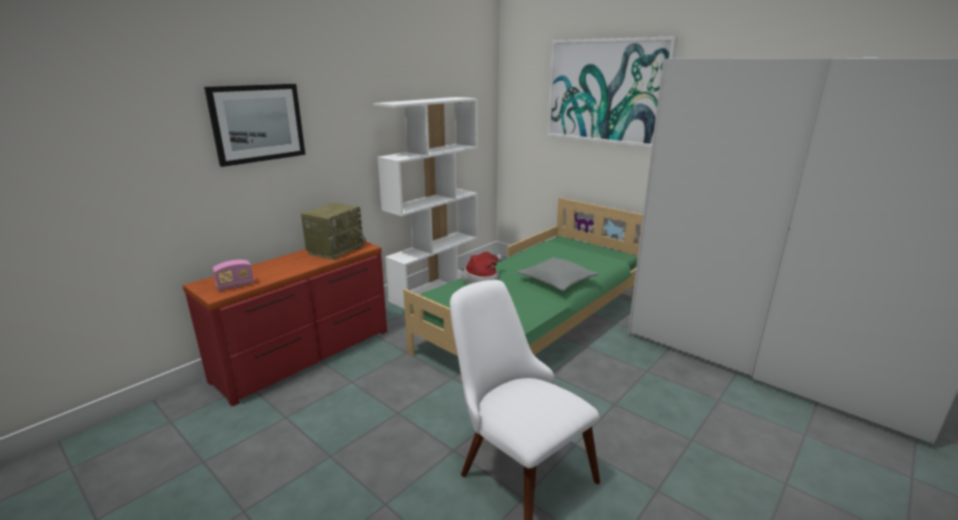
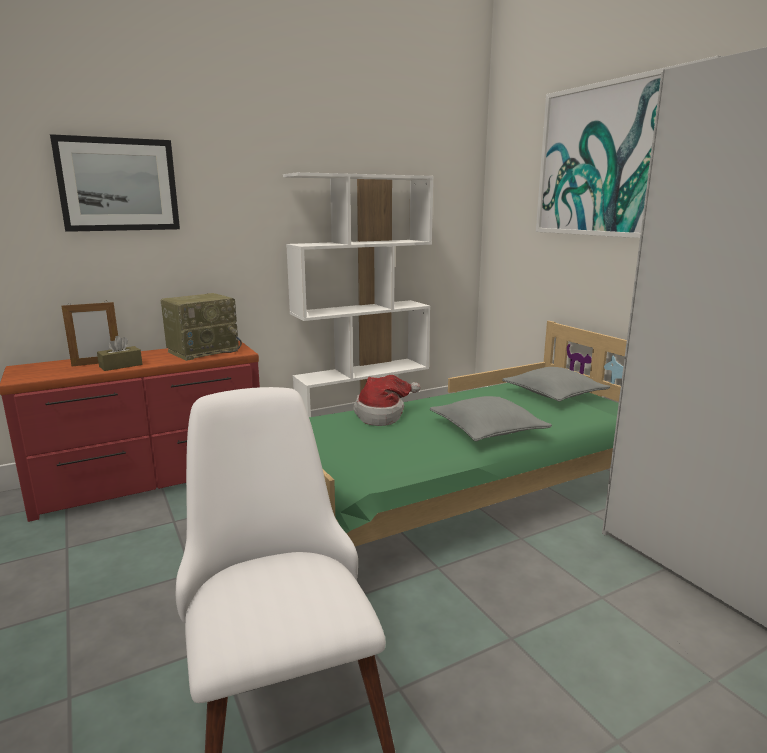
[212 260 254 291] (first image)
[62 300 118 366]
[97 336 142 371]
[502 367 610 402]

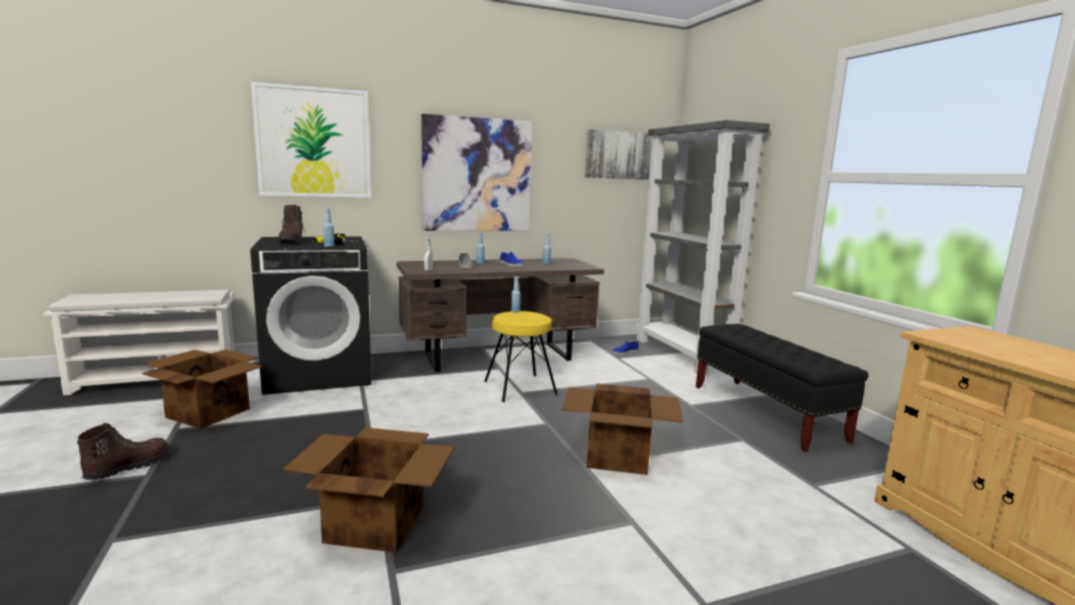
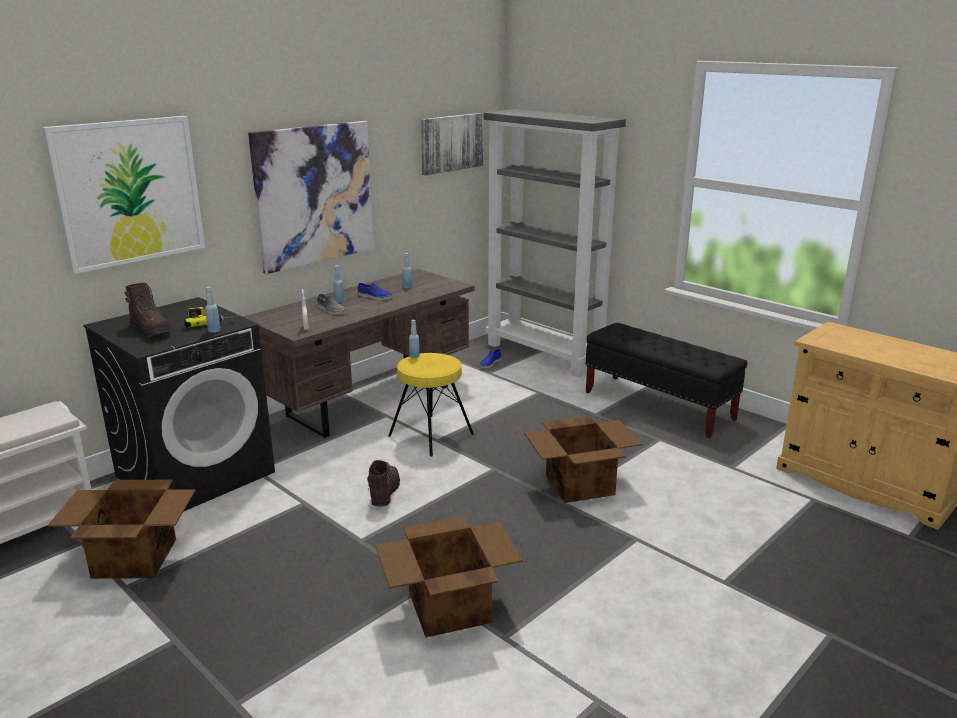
[367 460 400 506]

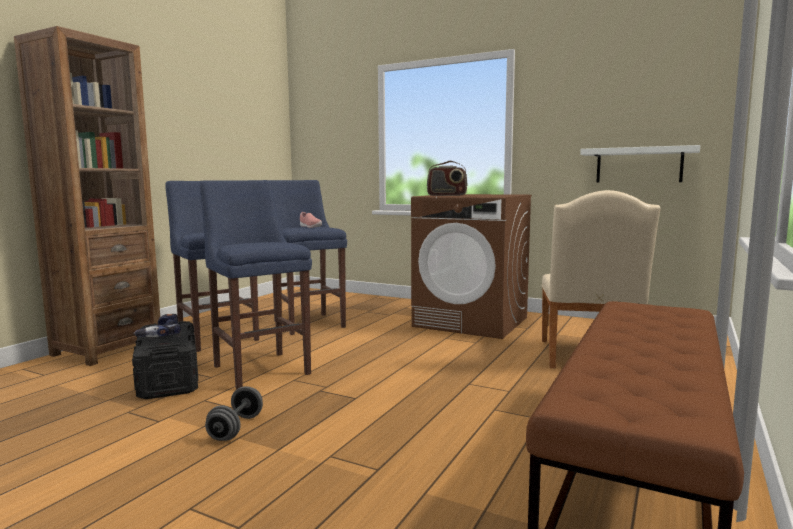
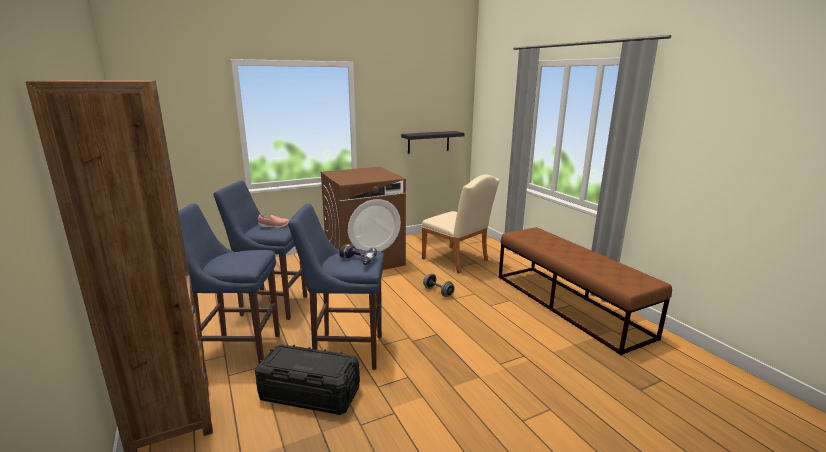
[427 161 468 196] (first image)
[339 244 377 265]
[423 274 455 297]
[401 131 465 154]

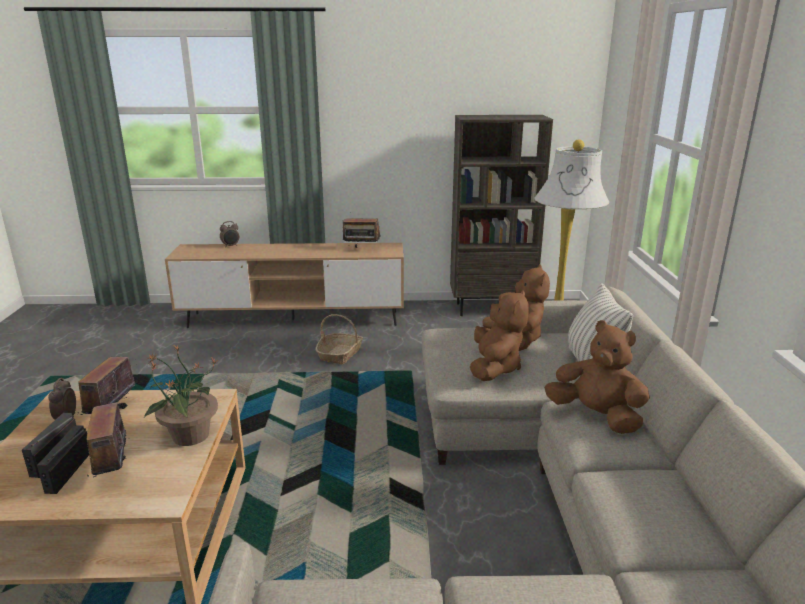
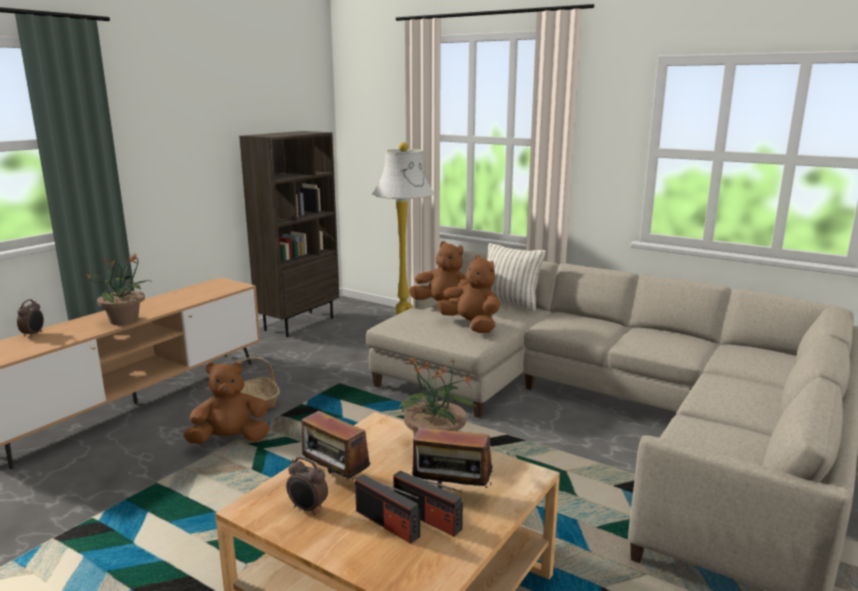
[343 218 381 248] (first image)
[86 253 150 325]
[183 362 270 444]

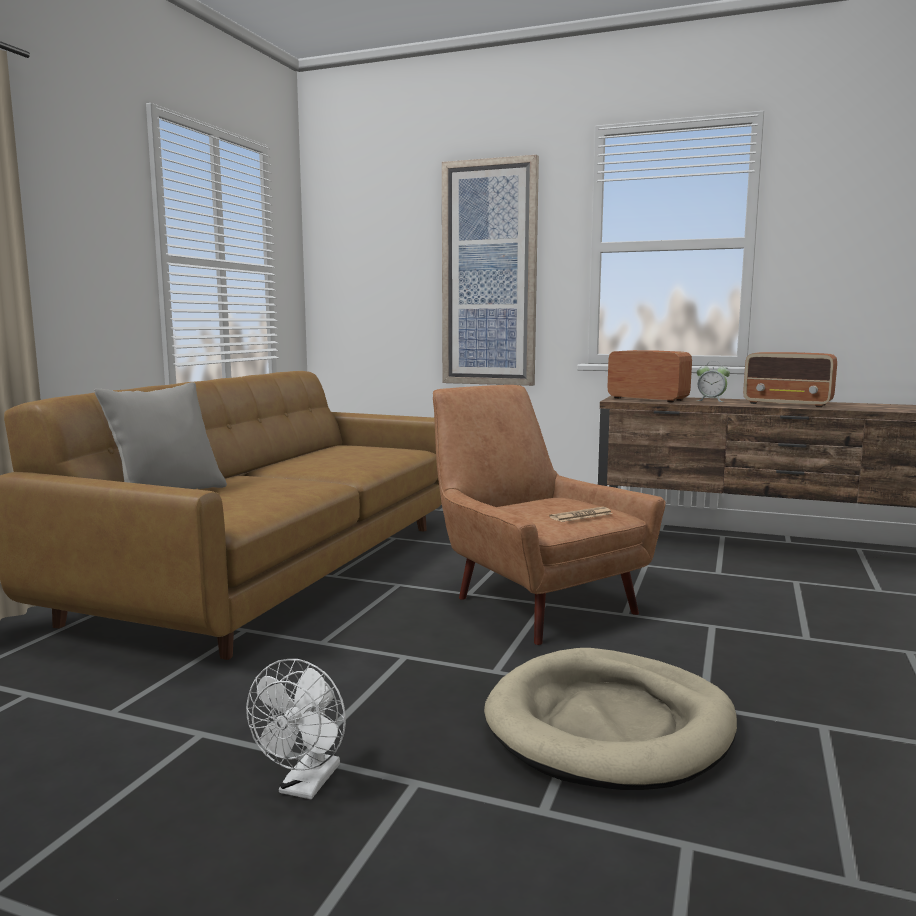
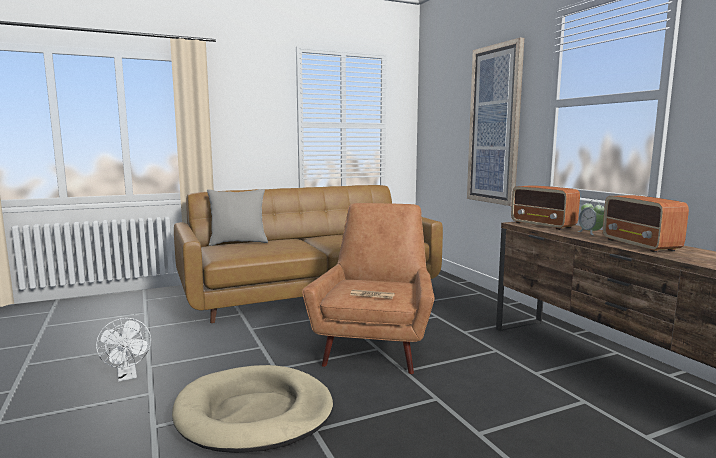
[96 318 151 381]
[511 185 580 230]

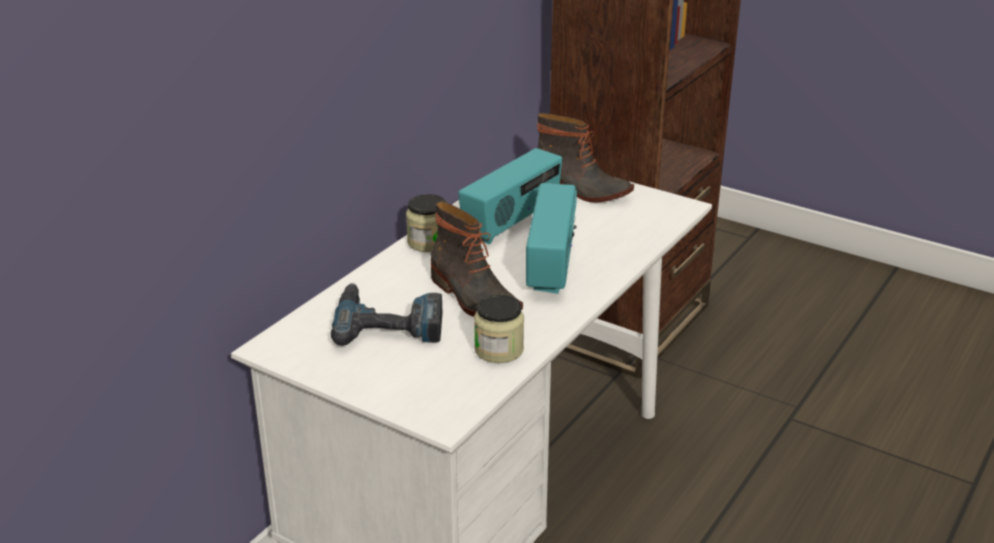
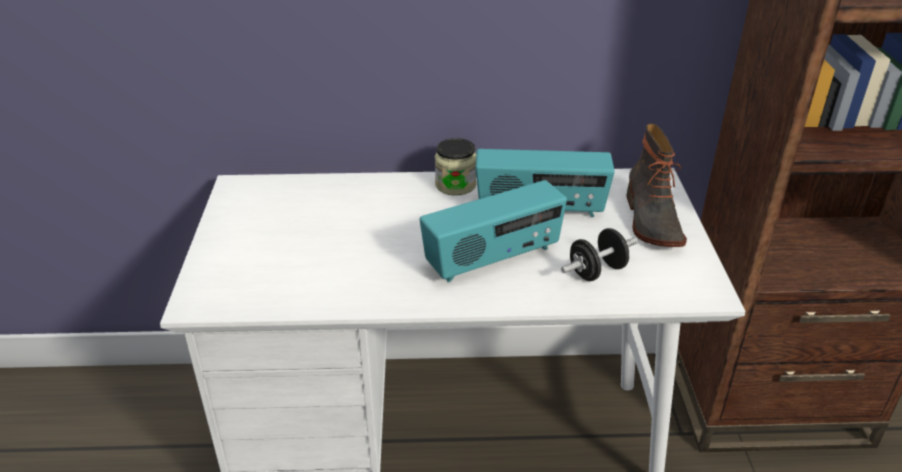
[331 283 443 346] (first image)
[430 202 523 317] (first image)
[474 294 524 363] (first image)
[561 228 637 281]

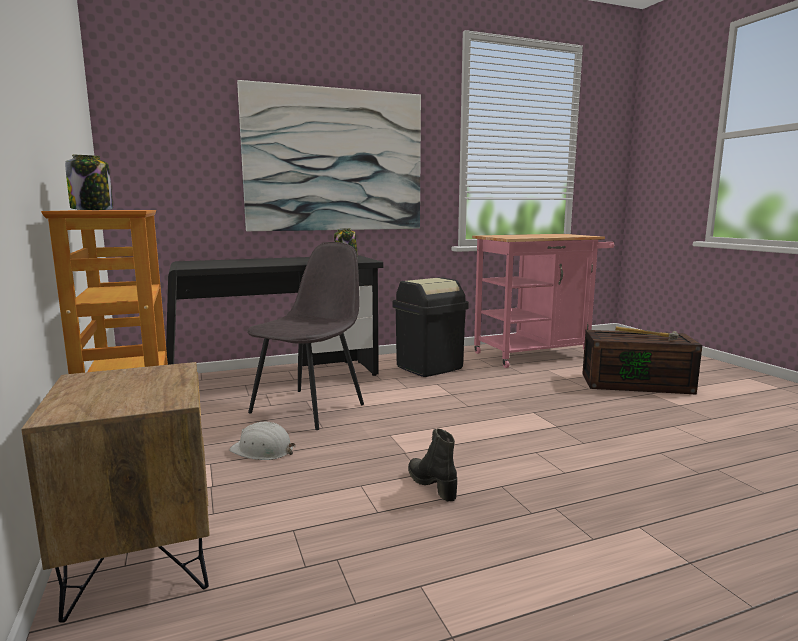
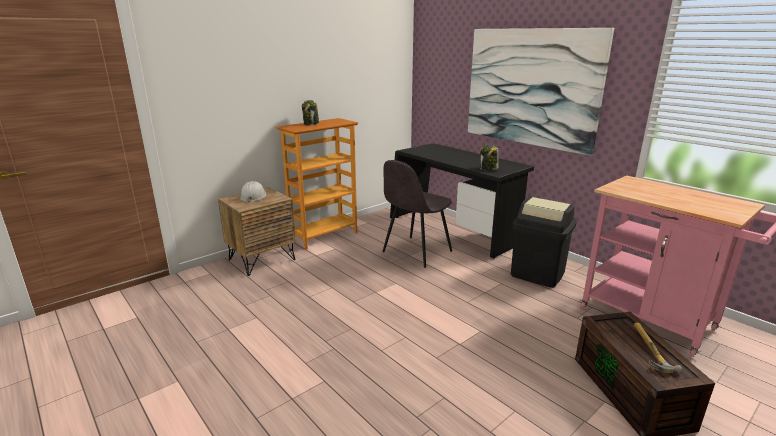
[408 428 457 501] (first image)
[240 181 266 203]
[382 160 452 268]

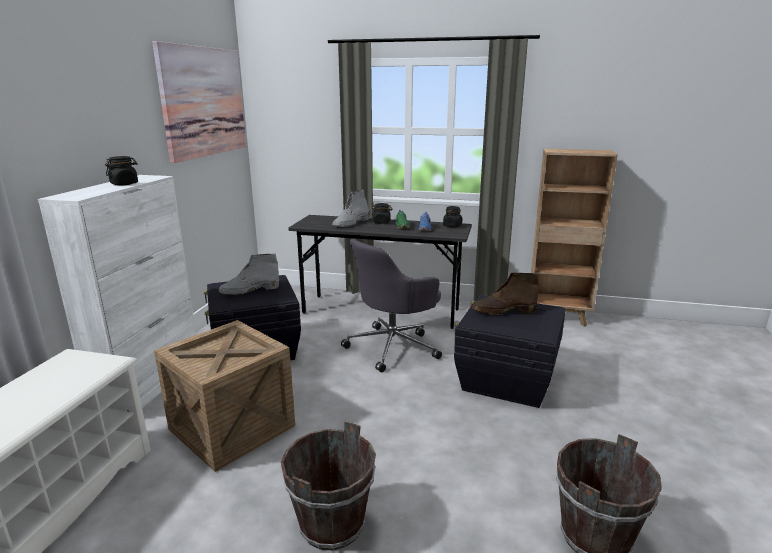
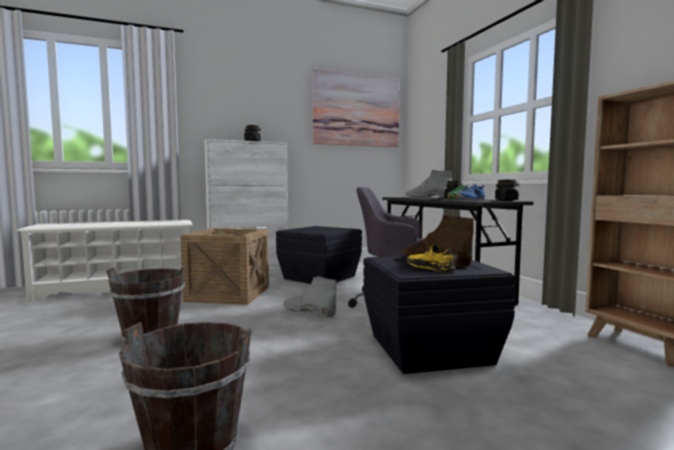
[407 244 456 273]
[283 276 336 318]

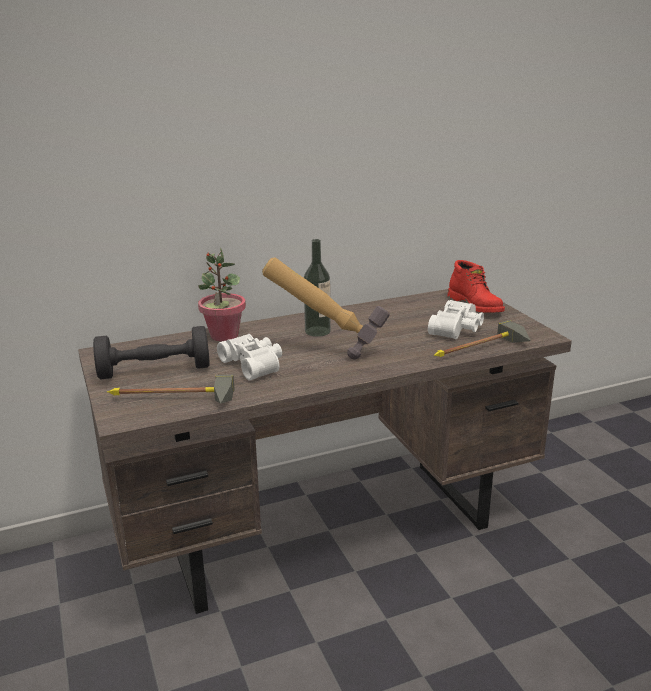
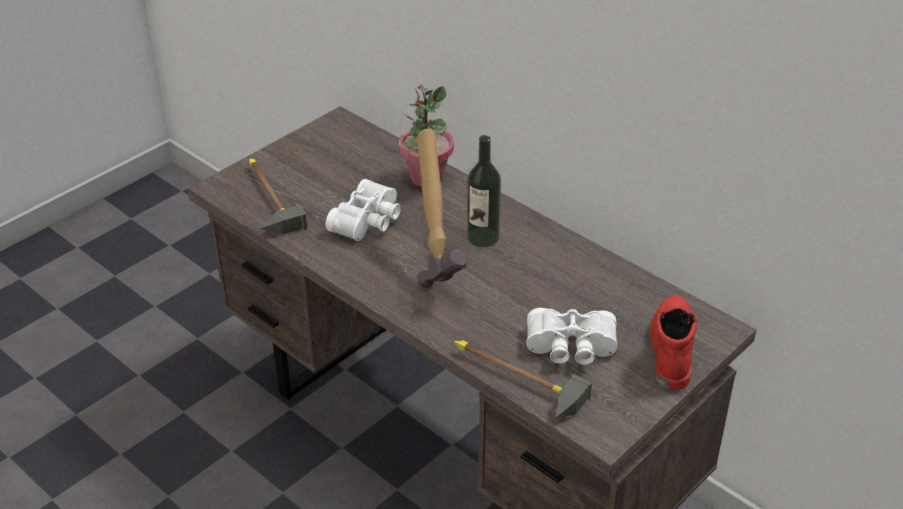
[93 326 210 380] (first image)
[650 295 697 390]

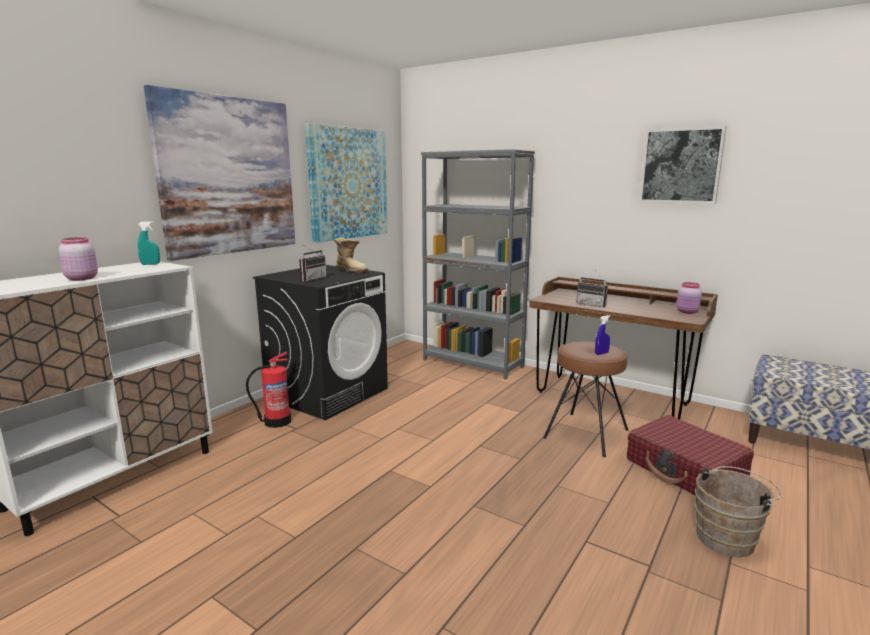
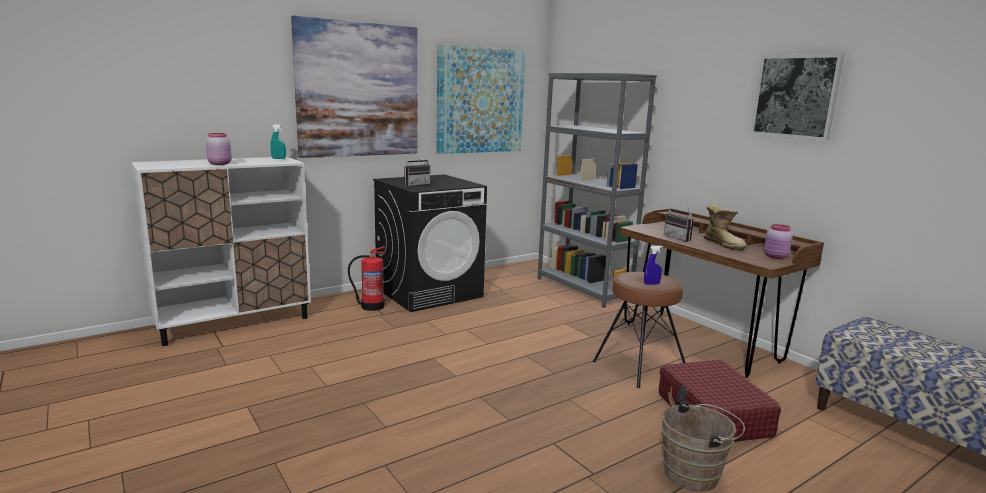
[703 205 747 251]

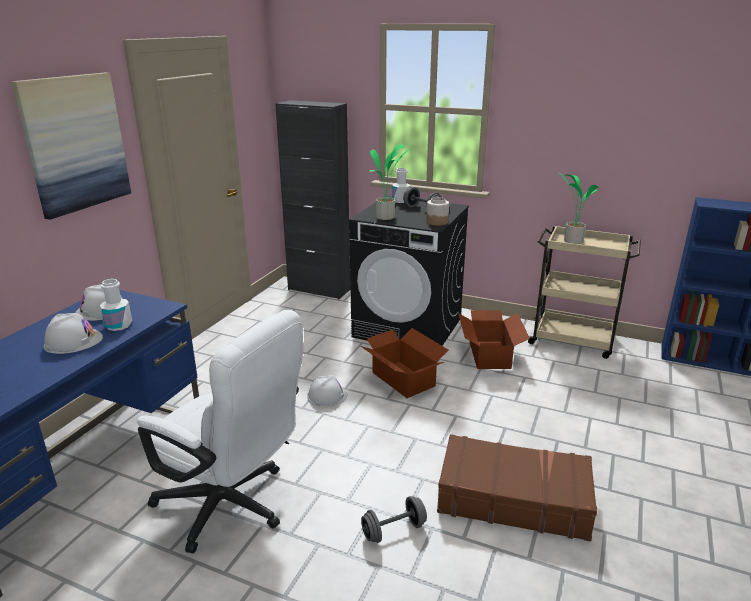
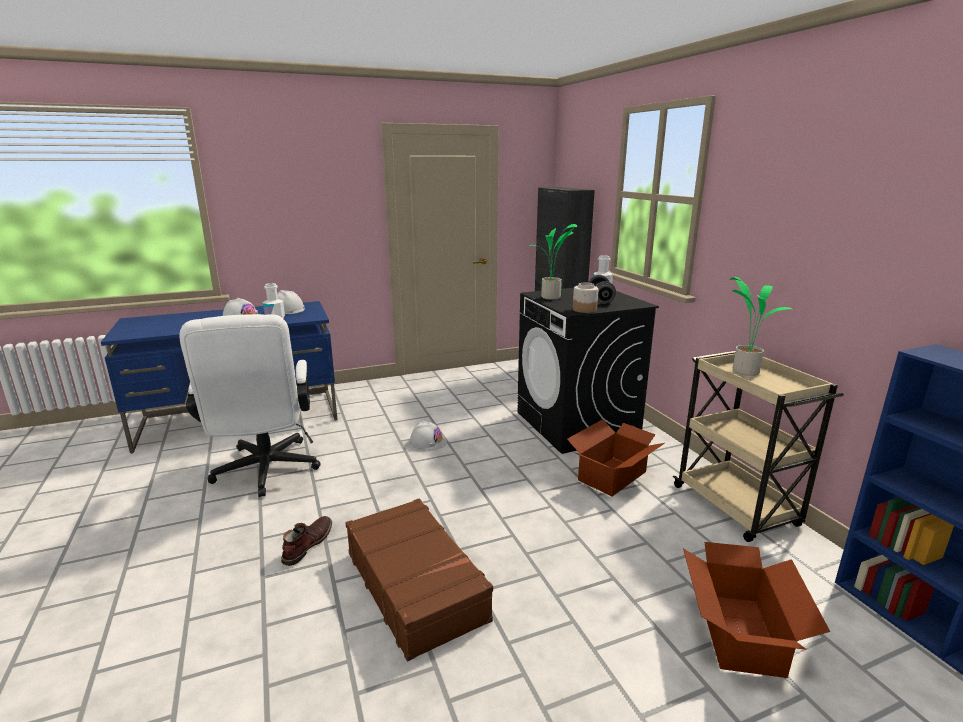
[12 73 131 220] (first image)
[683 542 830 678]
[281 516 332 566]

